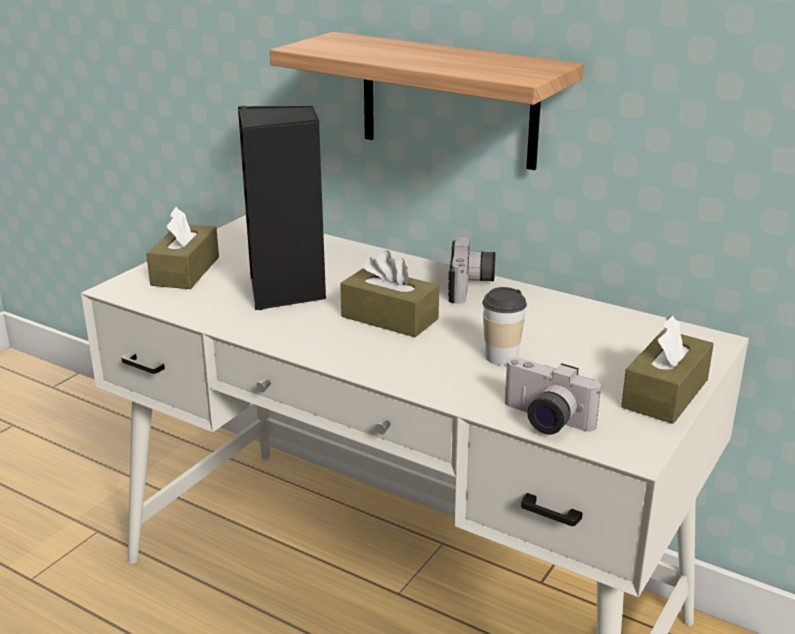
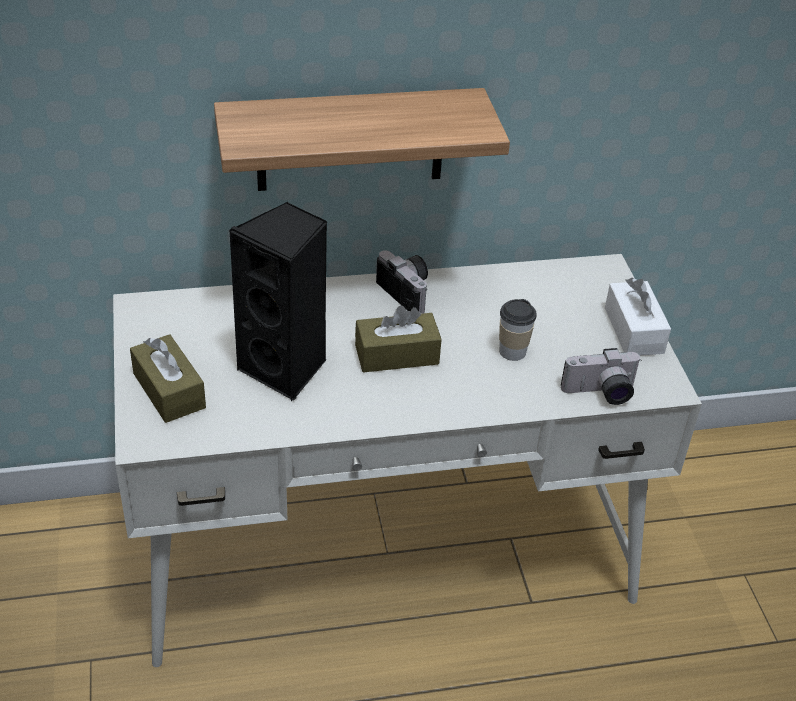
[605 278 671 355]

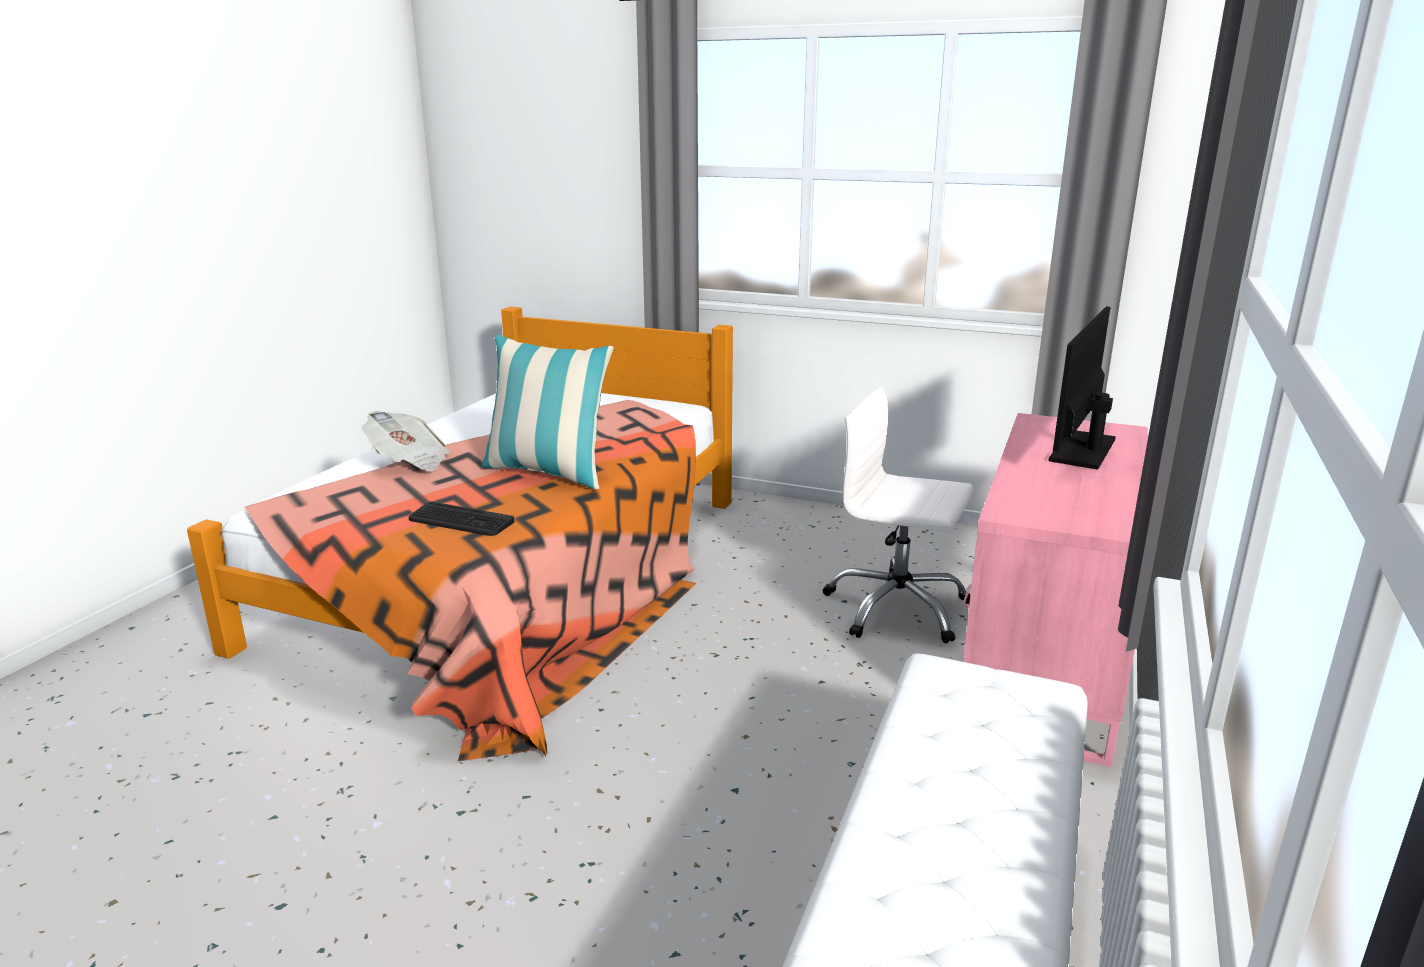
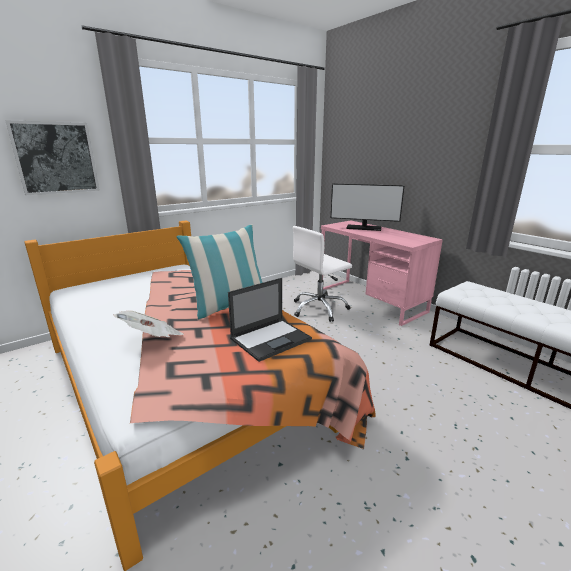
[5 120 100 195]
[228 278 312 362]
[331 184 404 231]

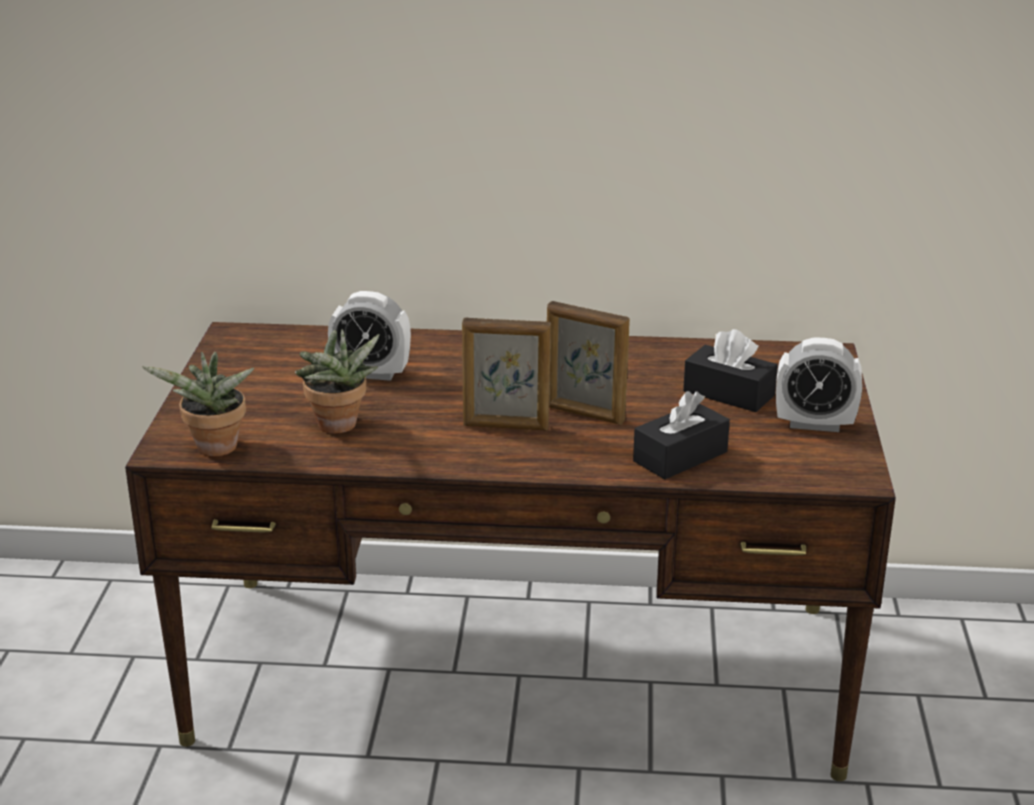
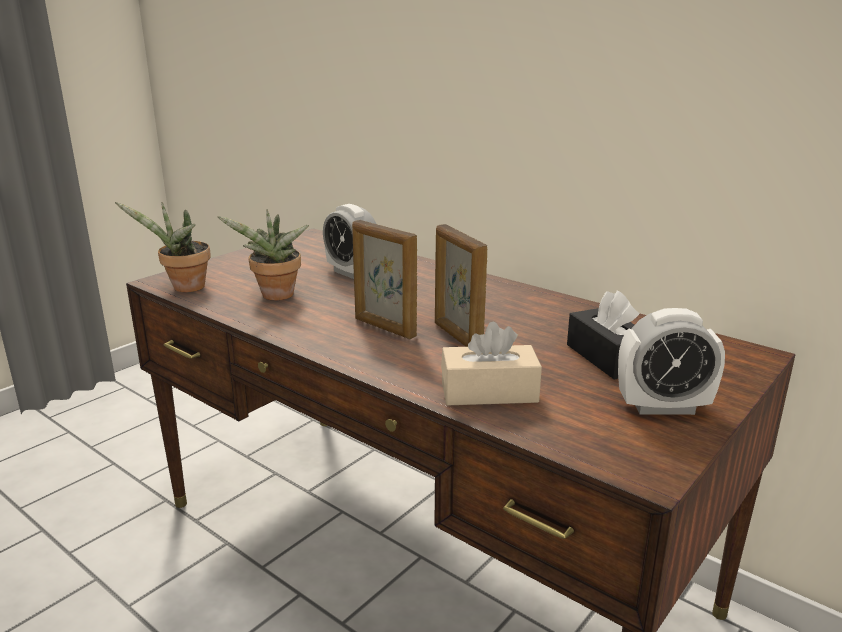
[441 322 542 405]
[618 308 725 415]

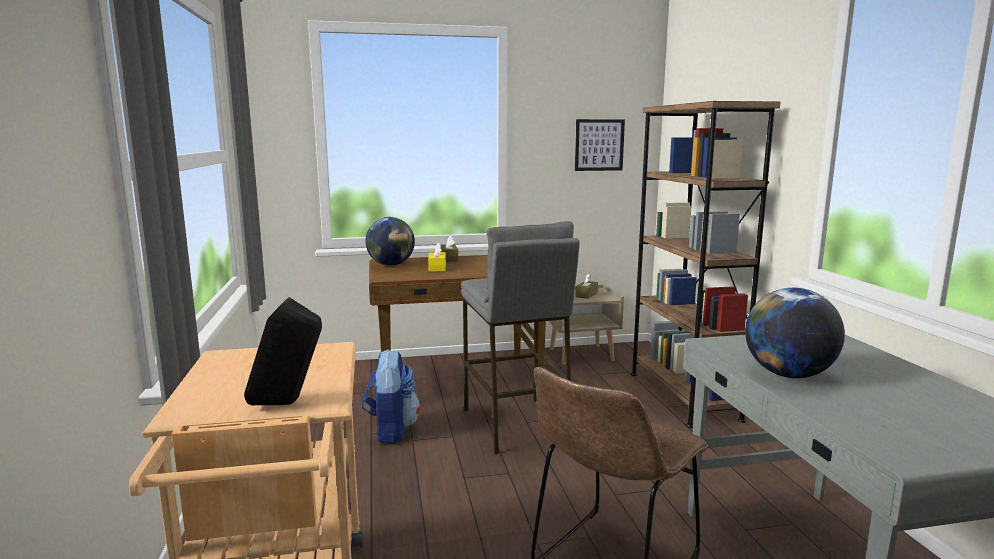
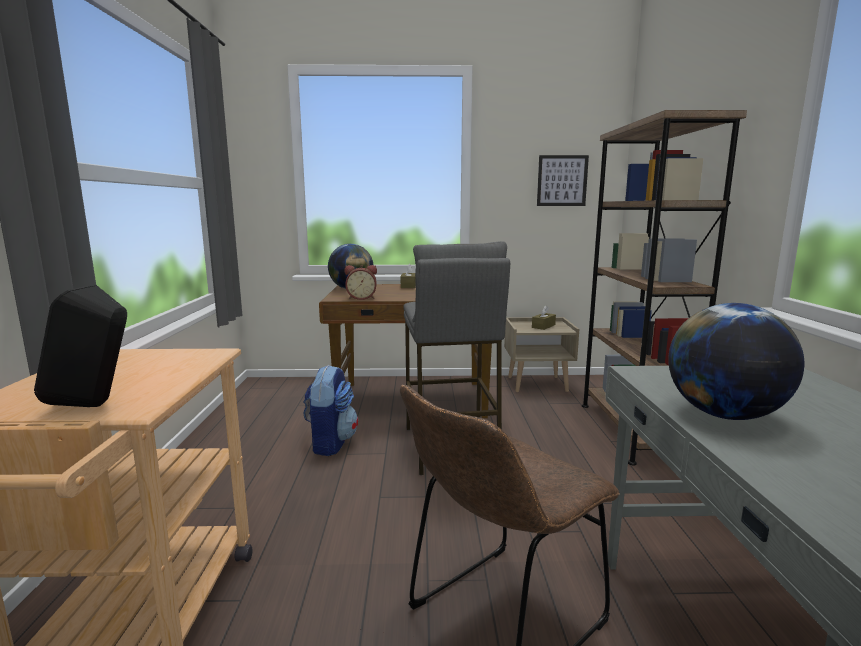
[428 243 446 271] (first image)
[344 265 377 300]

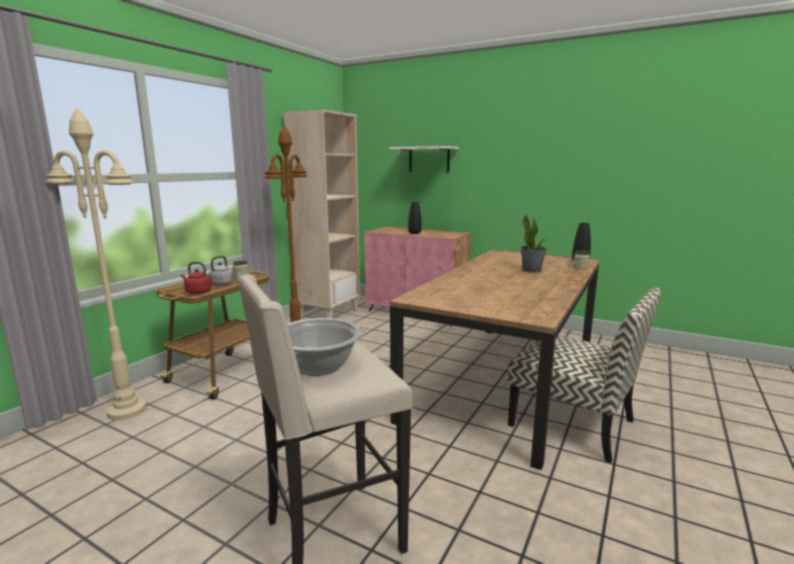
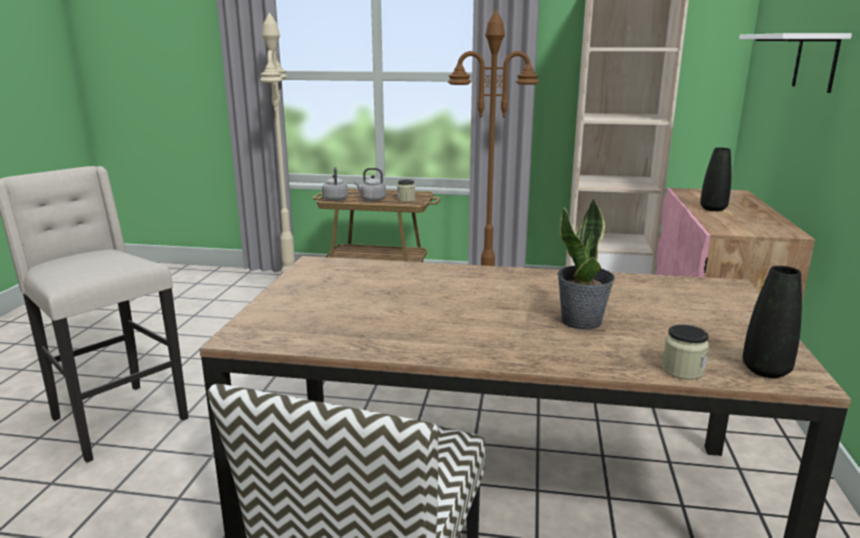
[287 318 366 376] (first image)
[322 167 348 201]

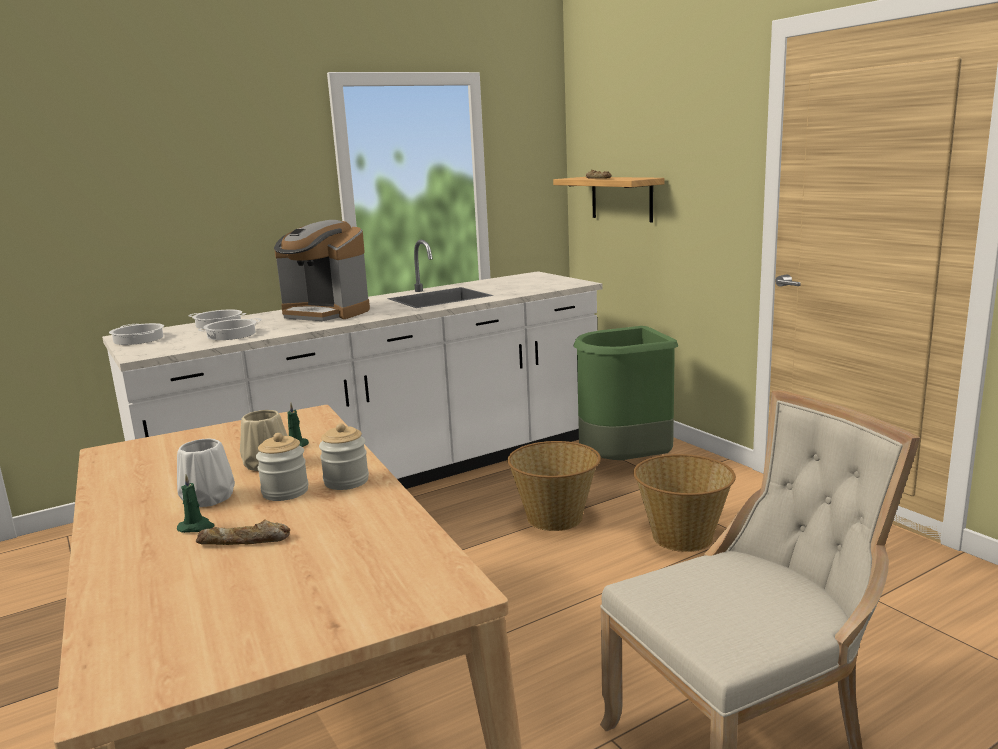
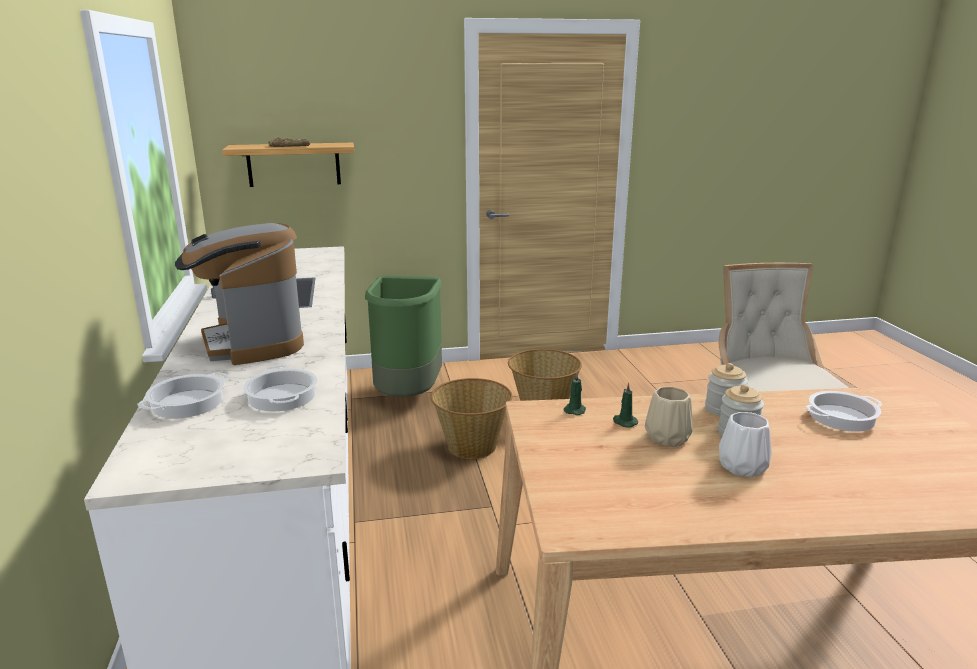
[196 519 290 545] (first image)
[805 391 882 432]
[563 373 586 415]
[175 223 304 365]

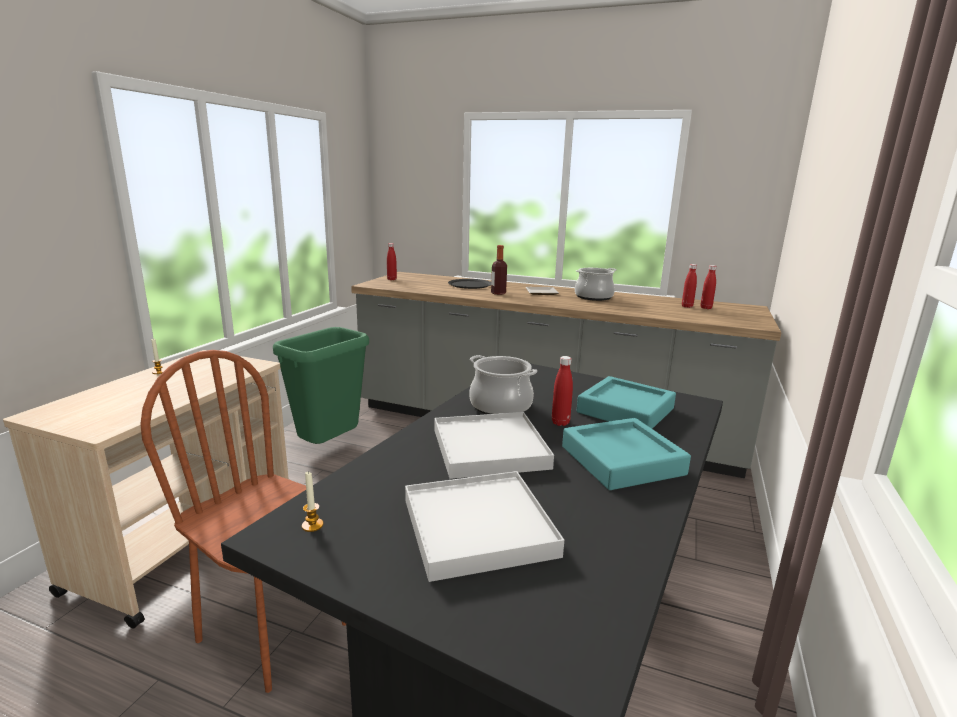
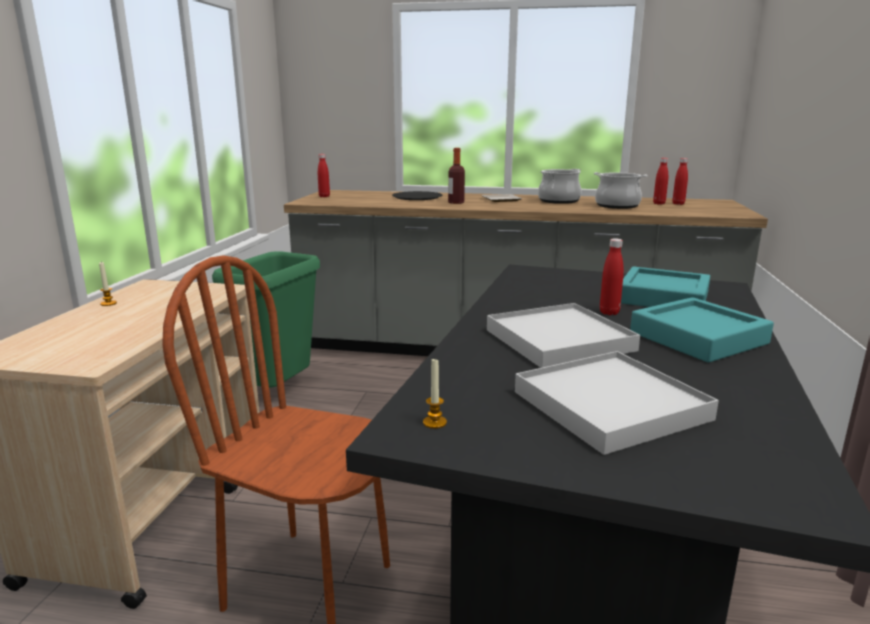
[594 172 648 209]

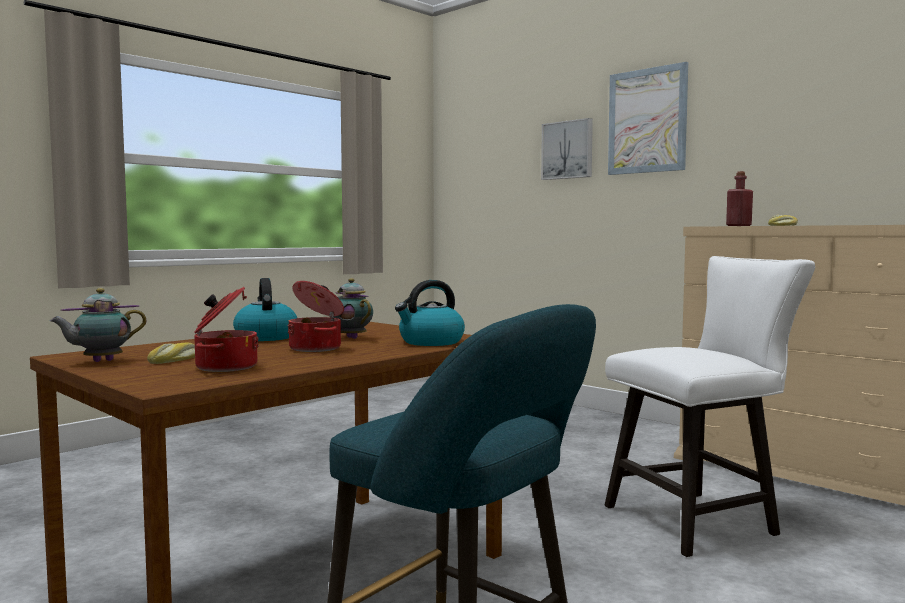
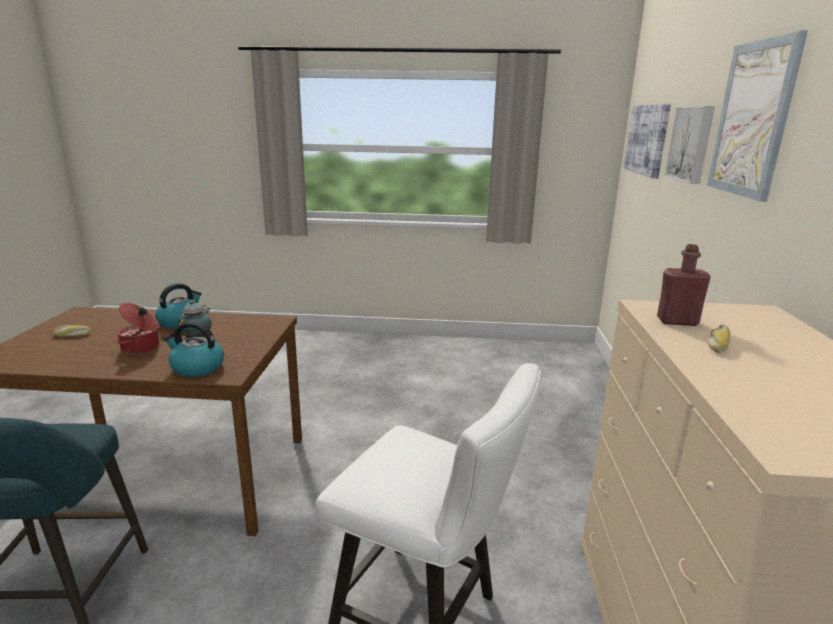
[50 288 146 362] (first image)
[194 287 259 372] (first image)
[624 104 671 179]

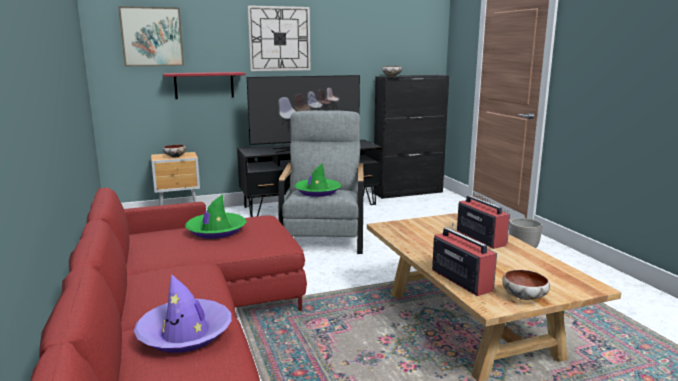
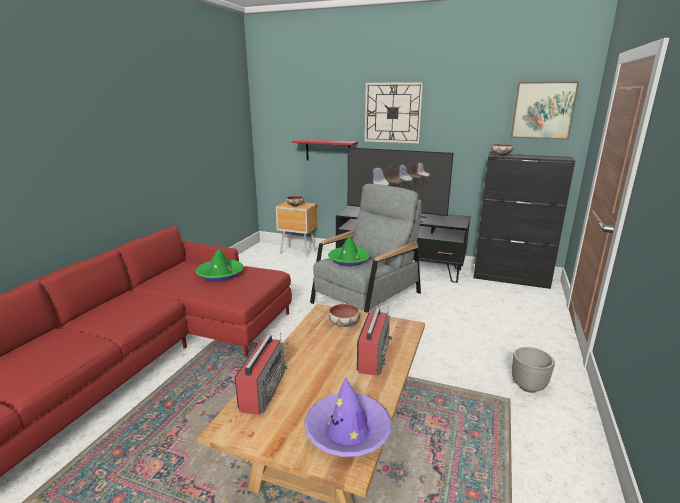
[511 82 579 140]
[304 377 392 457]
[329 304 360 327]

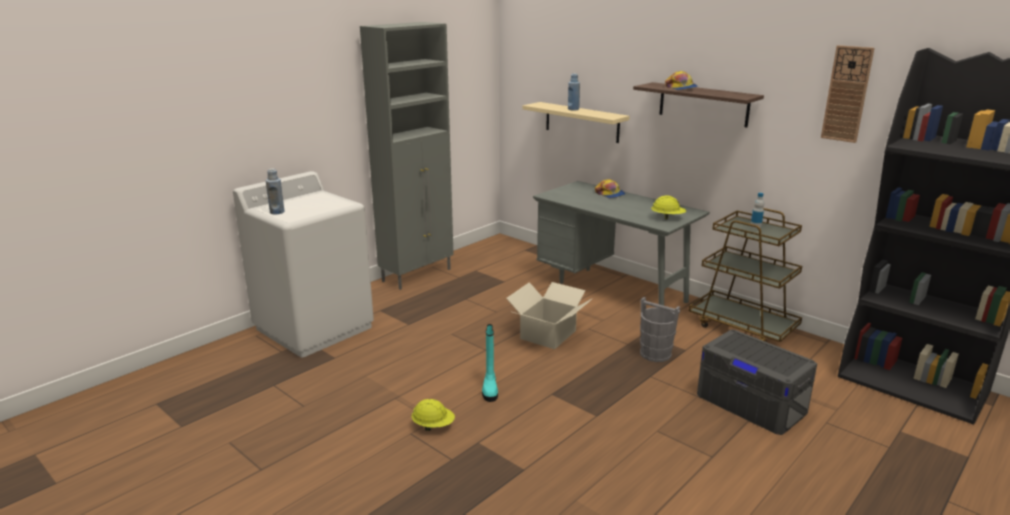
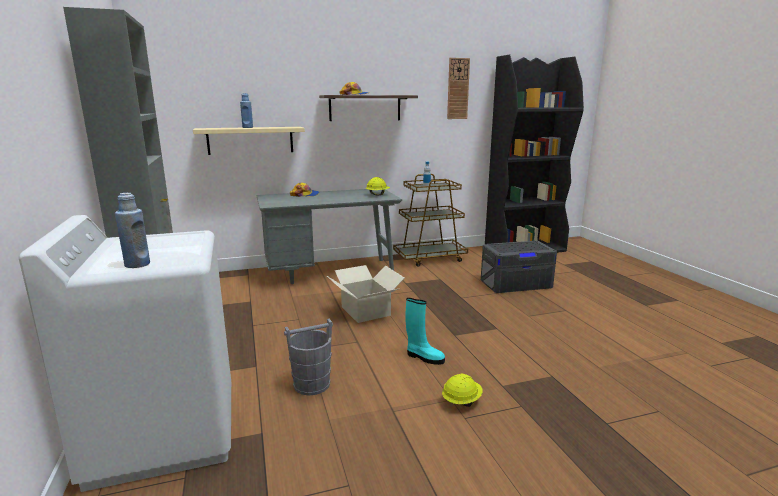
[284 319 333 396]

